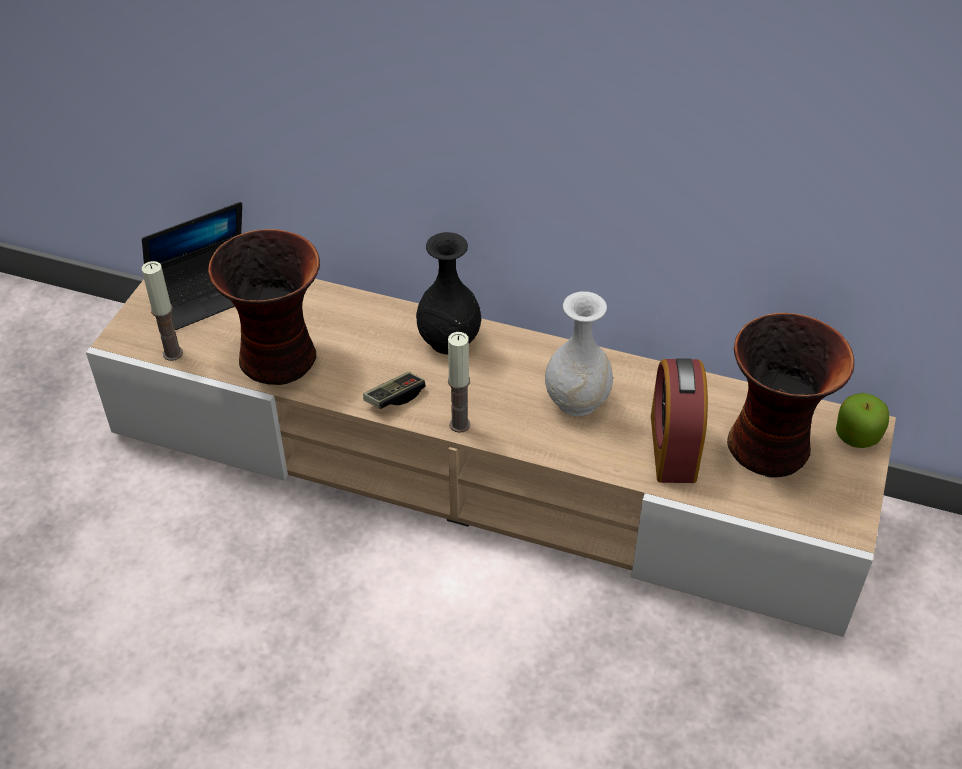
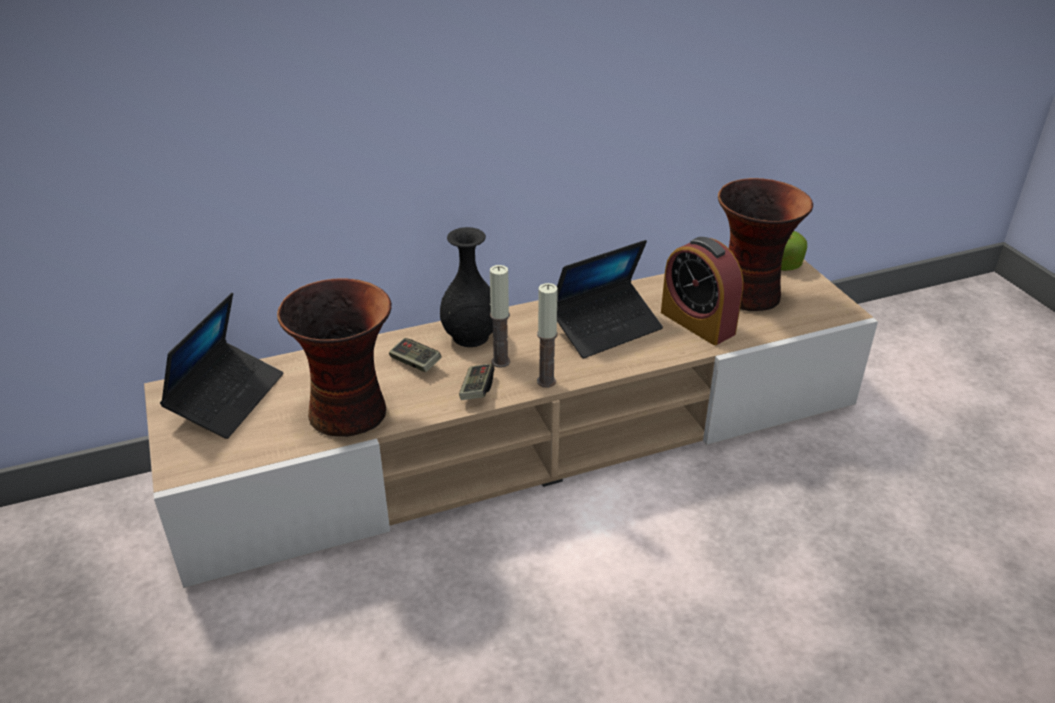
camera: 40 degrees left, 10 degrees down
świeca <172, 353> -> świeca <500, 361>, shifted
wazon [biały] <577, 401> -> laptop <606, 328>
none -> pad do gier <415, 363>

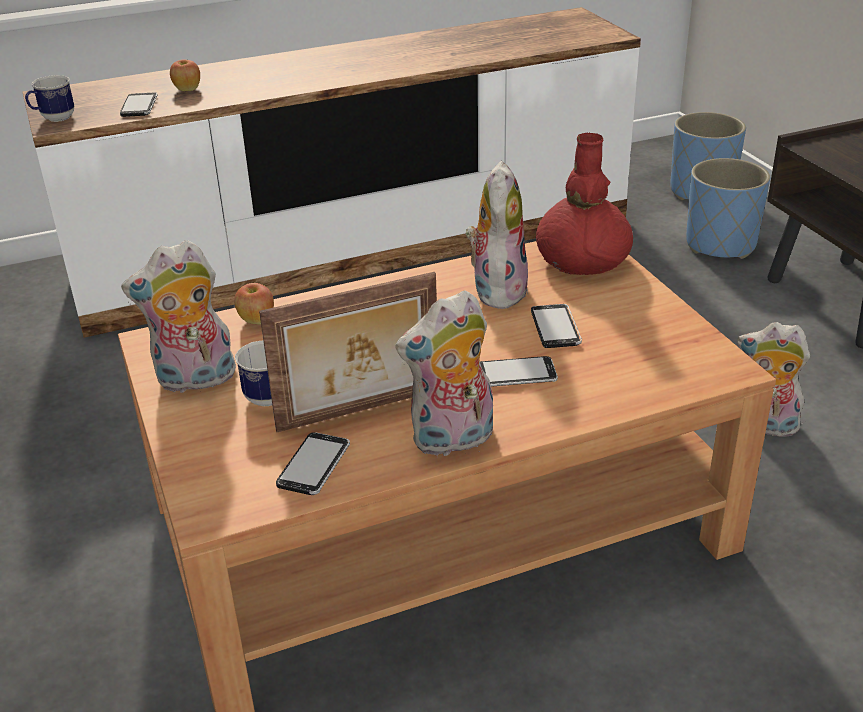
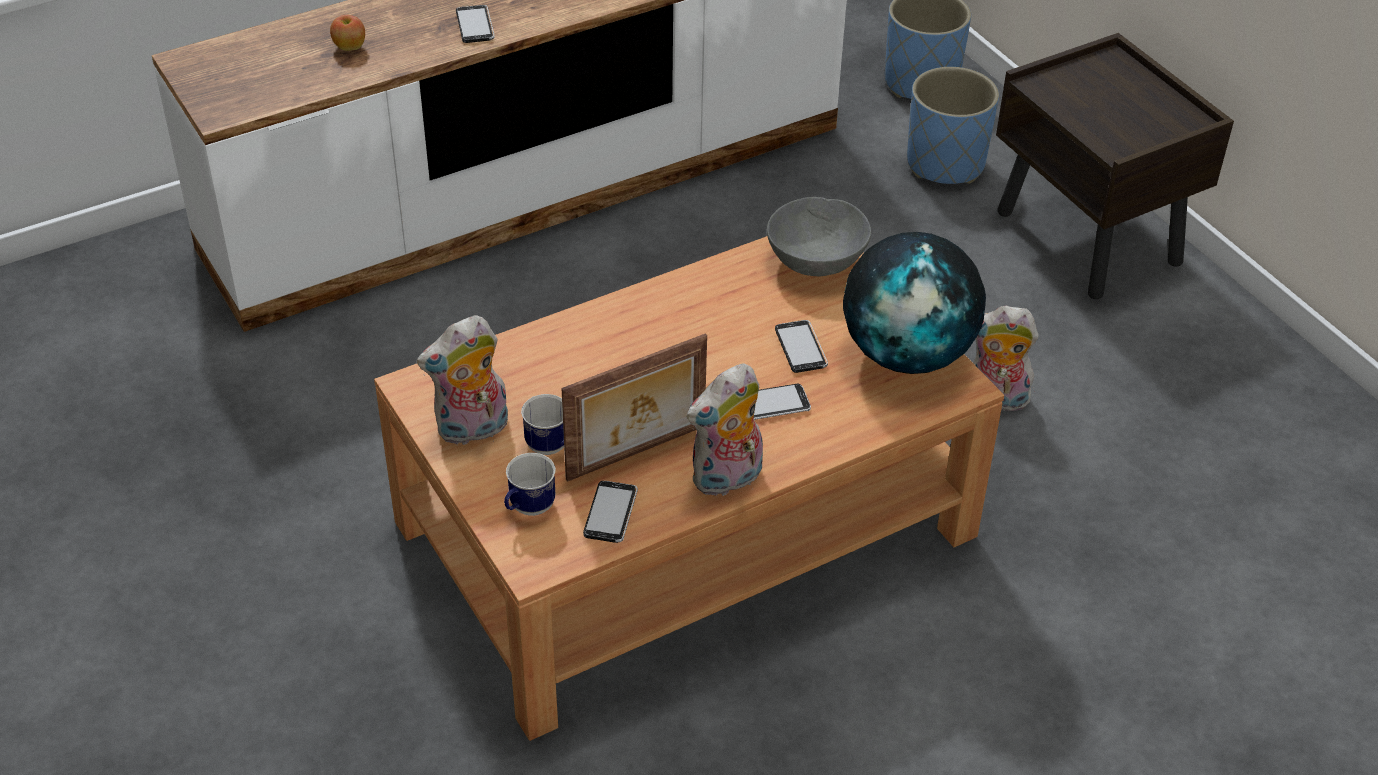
camera: 10 degrees left, 10 degrees up
kubek <54, 119> -> kubek <528, 509>, shifted
telefon <139, 106> -> telefon <475, 26>, shifted
jabłko <256, 320> -> none
pluszak <497, 289> -> none
wazon [czerwony] <582, 260> -> miska [szary] <816, 261>
none -> globus <907, 354>

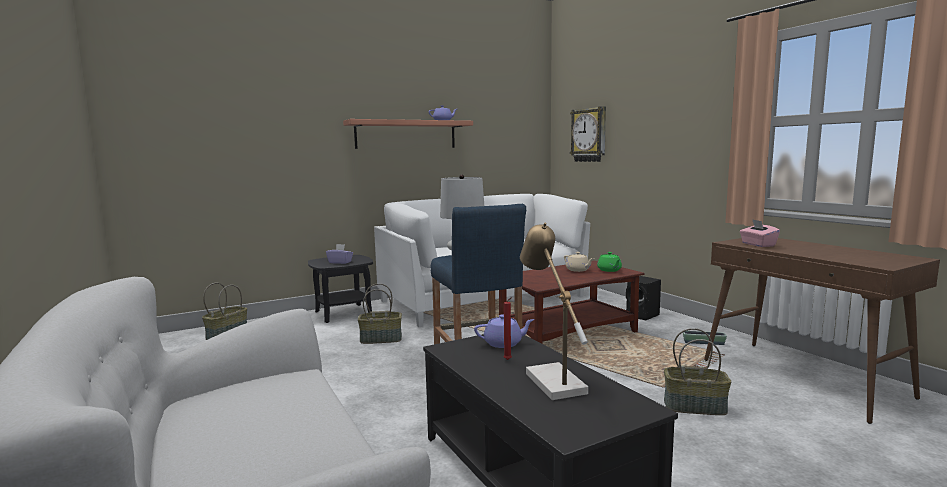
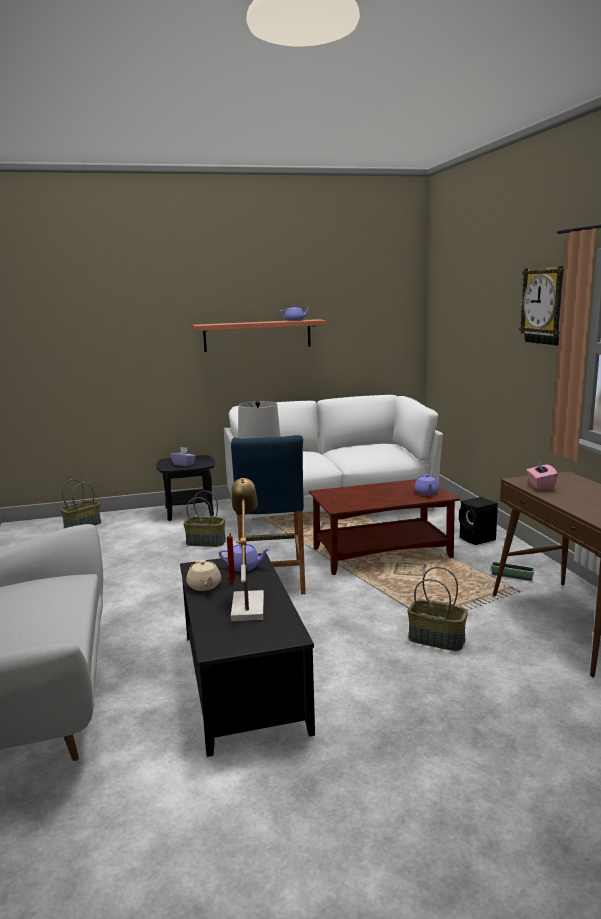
camera: 15 degrees right, 5 degrees up
imbryk [beżowy] <578, 270> -> imbryk [beżowy] <204, 586>, shifted
zegar ścienny <589, 135> -> zegar ścienny <546, 305>, shifted
imbryk [zielony] <609, 270> -> imbryk [fioletowy] <426, 493>

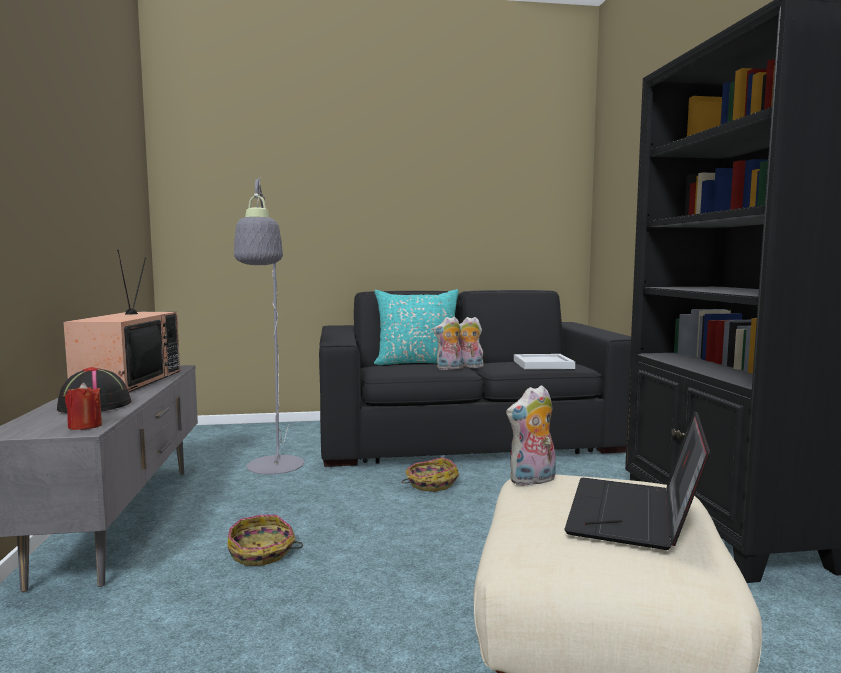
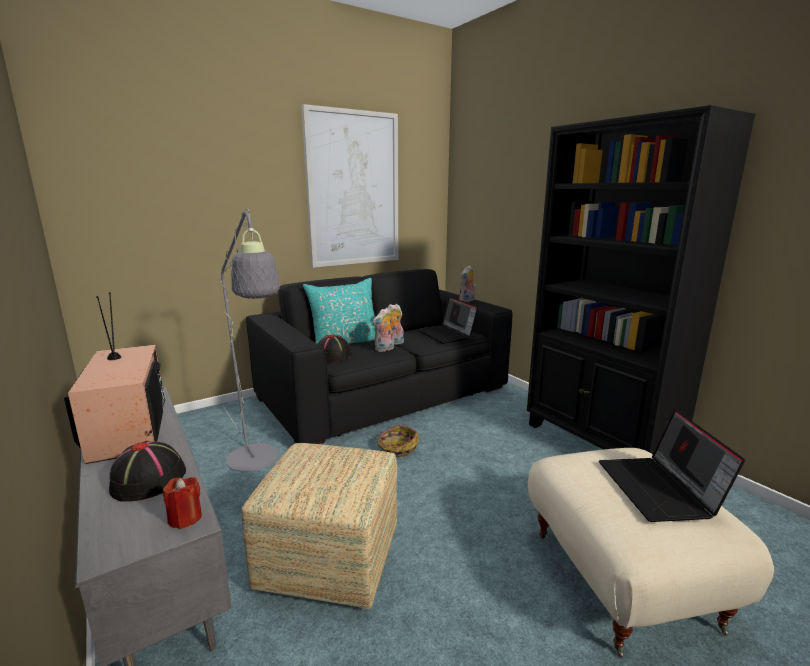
camera: 25 degrees left, 10 degrees up
koszyk <262, 553> -> pufa <328, 559>
pluszak <532, 481> -> pluszak <467, 300>, shifted
taca [biały] <544, 365> -> laptop <446, 334>
none -> obraz <353, 190>
none -> kapelusz [czarny] <333, 355>

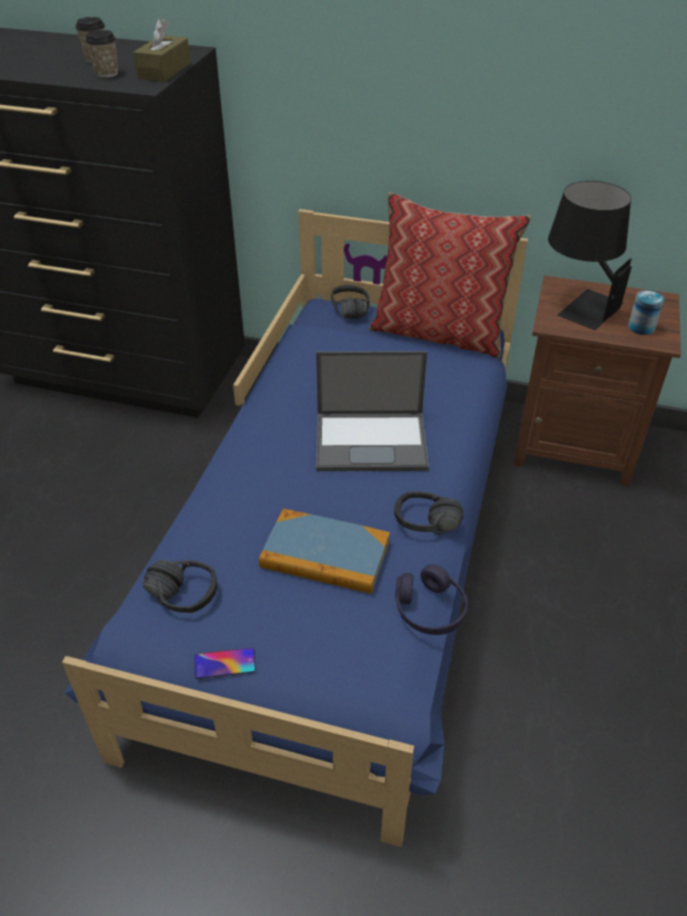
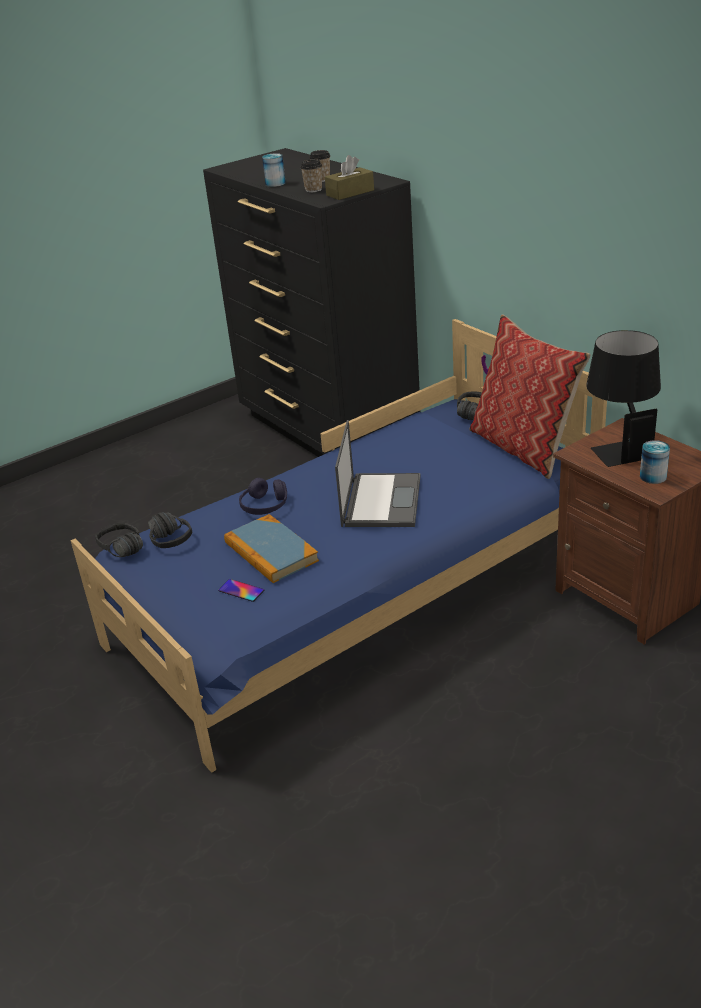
camera: 40 degrees right, 10 degrees down
telefon <225, 663> -> telefon <241, 590>, shifted
laptop <372, 441> -> laptop <381, 500>, 120 degrees counterclockwise
słuchawki [czarny] <426, 530> -> słuchawki [czarny] <115, 552>, shifted
słuchawki [fioletowy] <430, 609> -> słuchawki [fioletowy] <264, 506>, shifted
none -> puszka <275, 183>

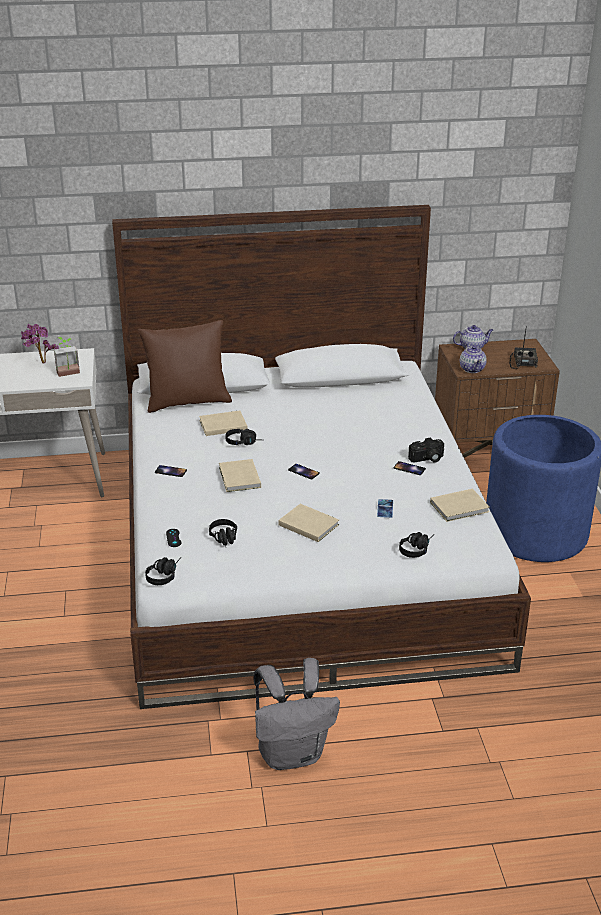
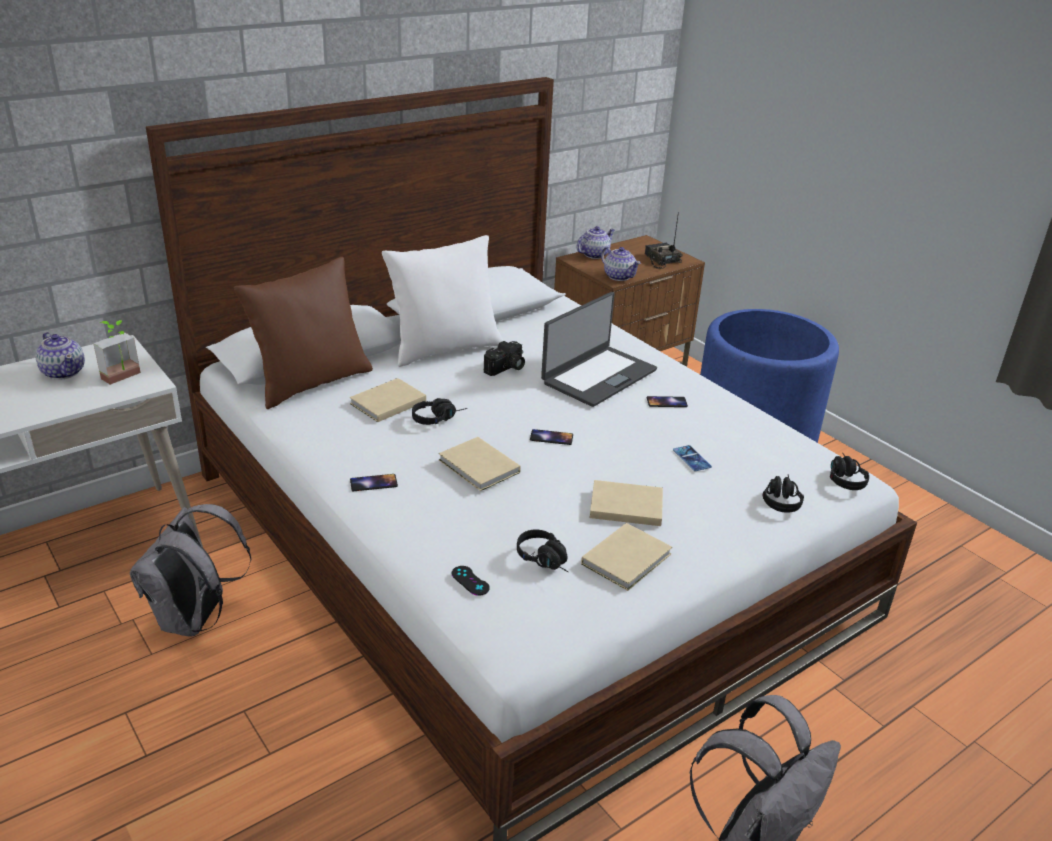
camera: 30 degrees left, 0 degrees up
roślina doniczkowa <40, 364> -> imbryk <64, 372>
słuchawki [czarny] <164, 575> -> słuchawki [czarny] <843, 477>, shifted
aparat fotograficzny <427, 459> -> aparat fotograficzny <506, 368>, shifted
książka [beżowy] <461, 507> -> książka [beżowy] <628, 558>, shifted
none -> plecak [szary] <196, 620>
none -> poduszka [biały] <444, 349>
none -> laptop <598, 376>

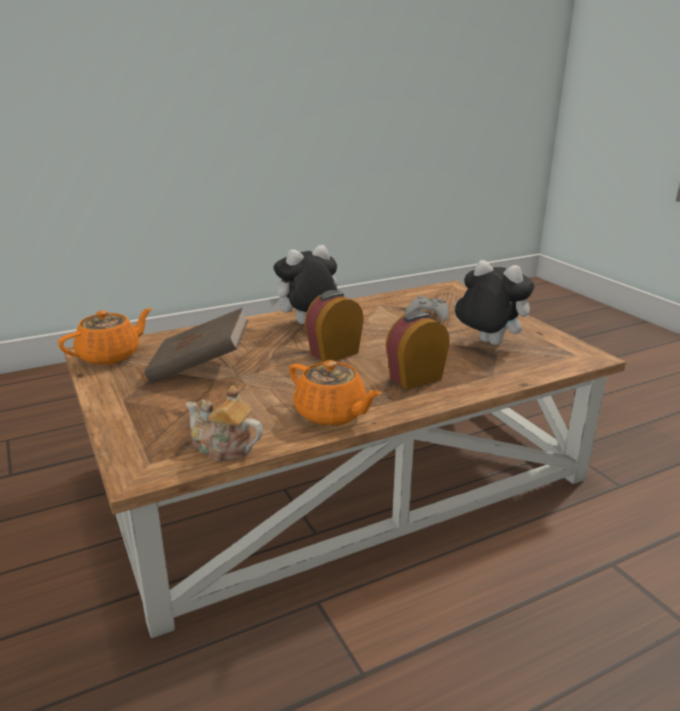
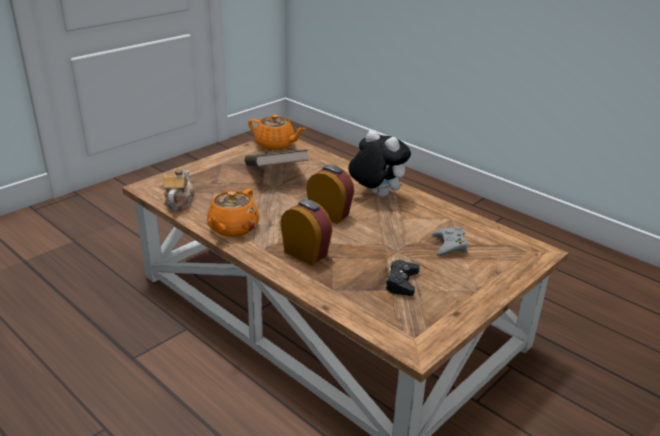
camera: 70 degrees right, 5 degrees up
pluszak <487, 344> -> pad do gier [czarny] <401, 283>

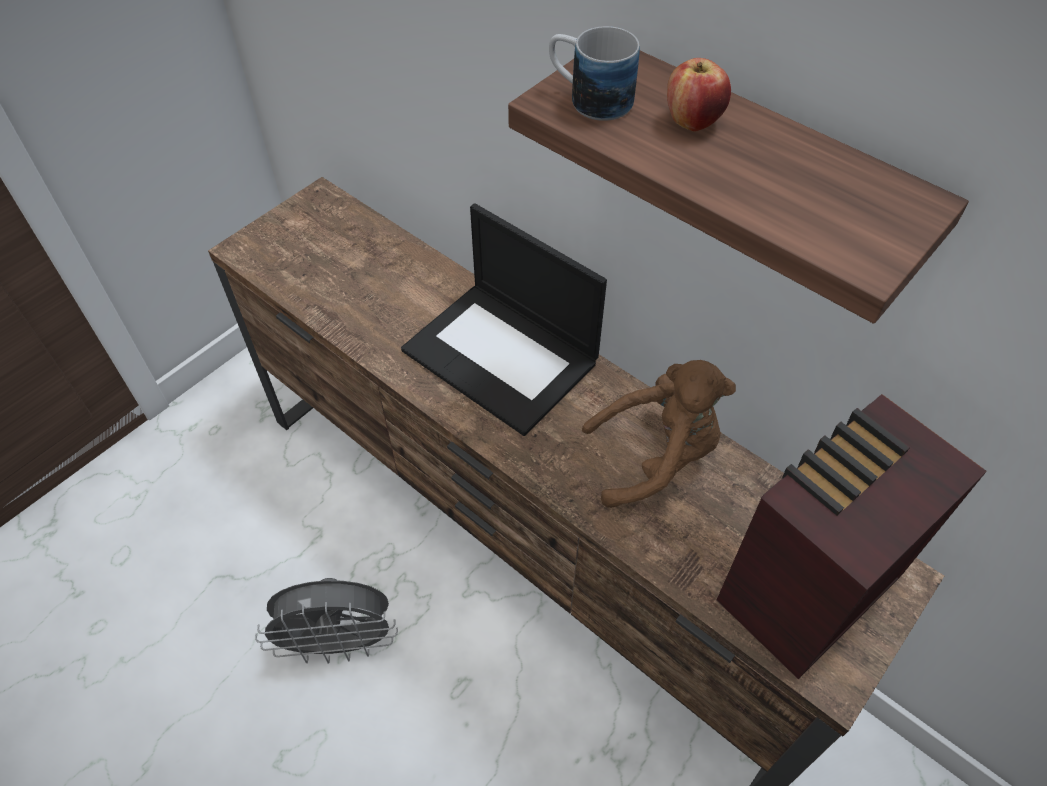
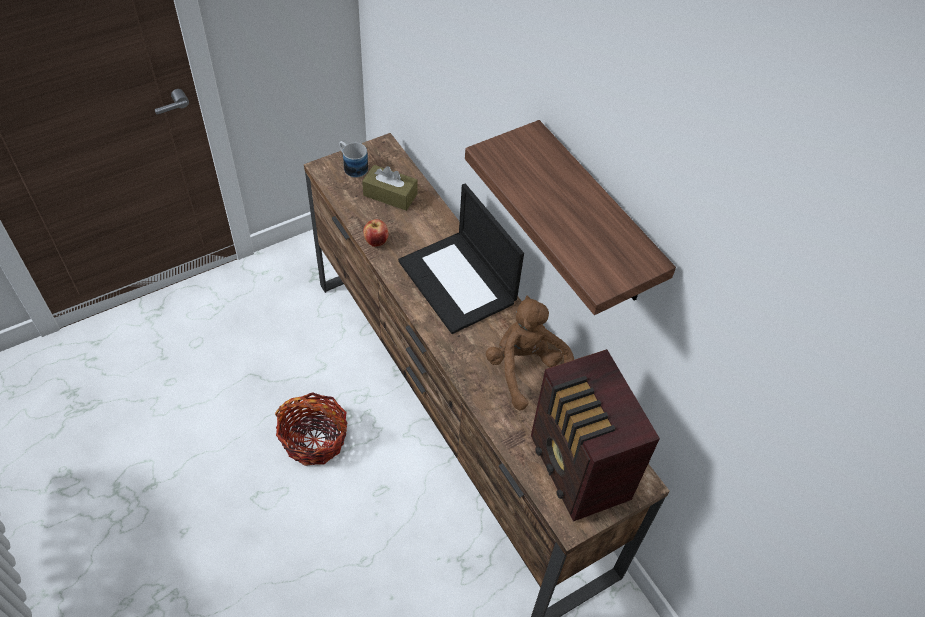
camera: 15 degrees right, 0 degrees up
wentylator [szary] <340, 642> -> koszyk <314, 439>
kubek <589, 98> -> kubek <352, 166>, shifted
pluszak [brązowy] <656, 457> -> pluszak [brązowy] <526, 370>, 120 degrees counterclockwise
jabłko <692, 122> -> jabłko <376, 241>, shifted
radio <802, 589> -> radio <578, 470>, 90 degrees counterclockwise
none -> pudełko chusteczek [brązowy] <390, 195>

